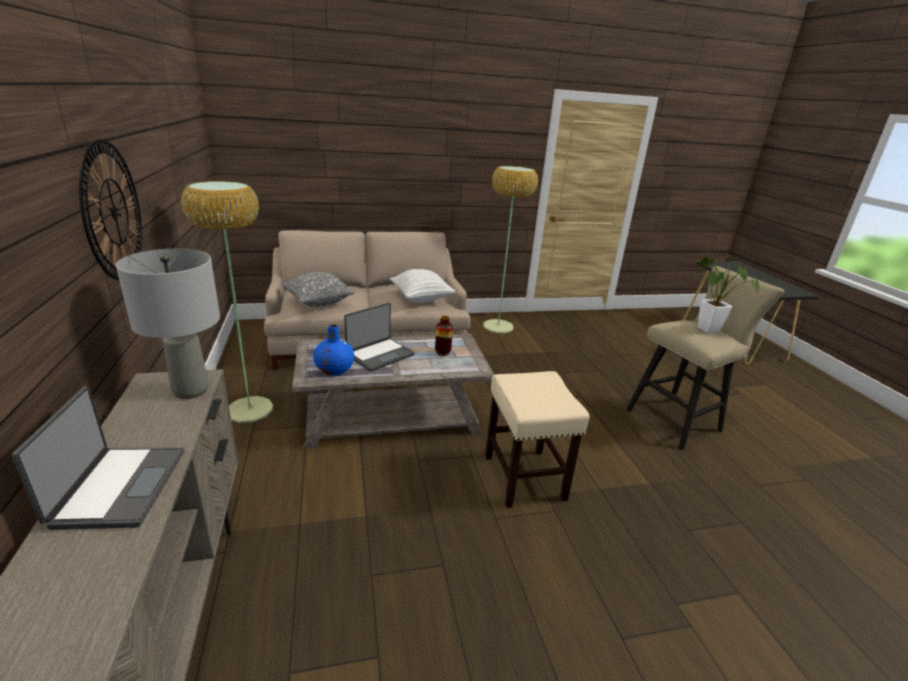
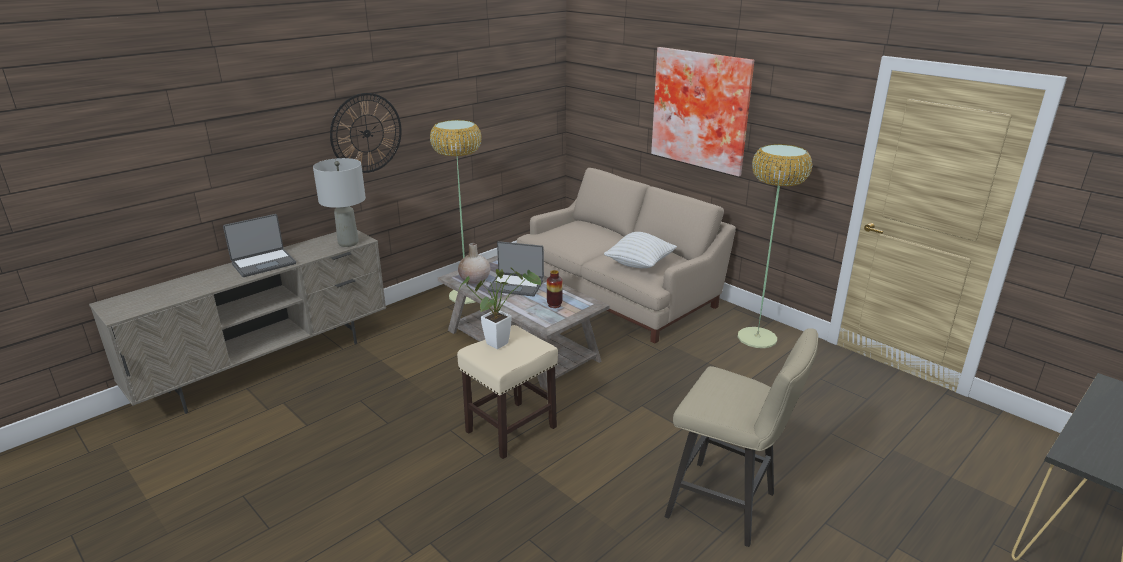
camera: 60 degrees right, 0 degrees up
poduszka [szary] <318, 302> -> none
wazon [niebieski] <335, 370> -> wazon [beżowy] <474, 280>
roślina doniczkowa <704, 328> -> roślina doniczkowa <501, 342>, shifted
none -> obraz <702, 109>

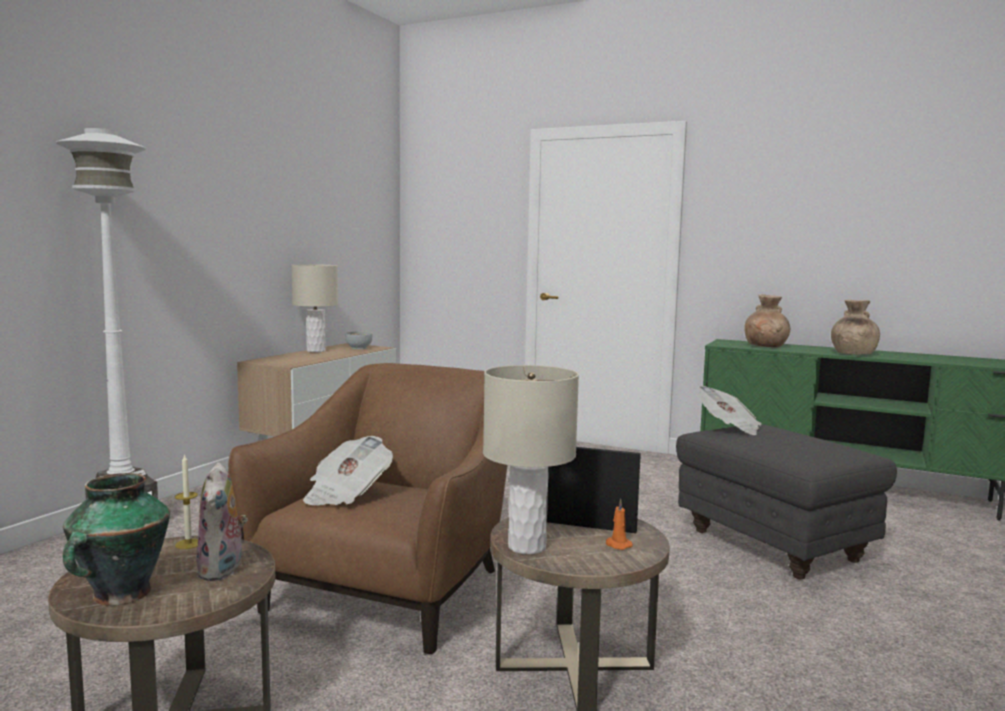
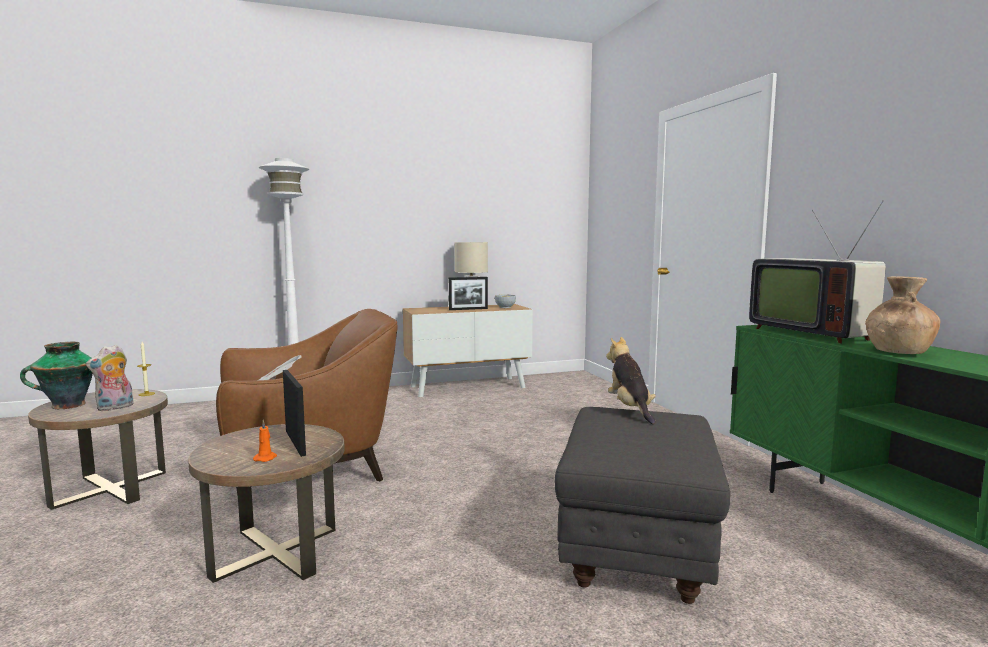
camera: 45 degrees right, 0 degrees up
lampa stołowa [beżowy] <526, 546> -> none
gazeta <728, 427> -> pluszak <630, 409>
wazon [brązowy] <766, 346> -> telewizor <811, 333>
none -> ramka na zdjęcie <468, 309>

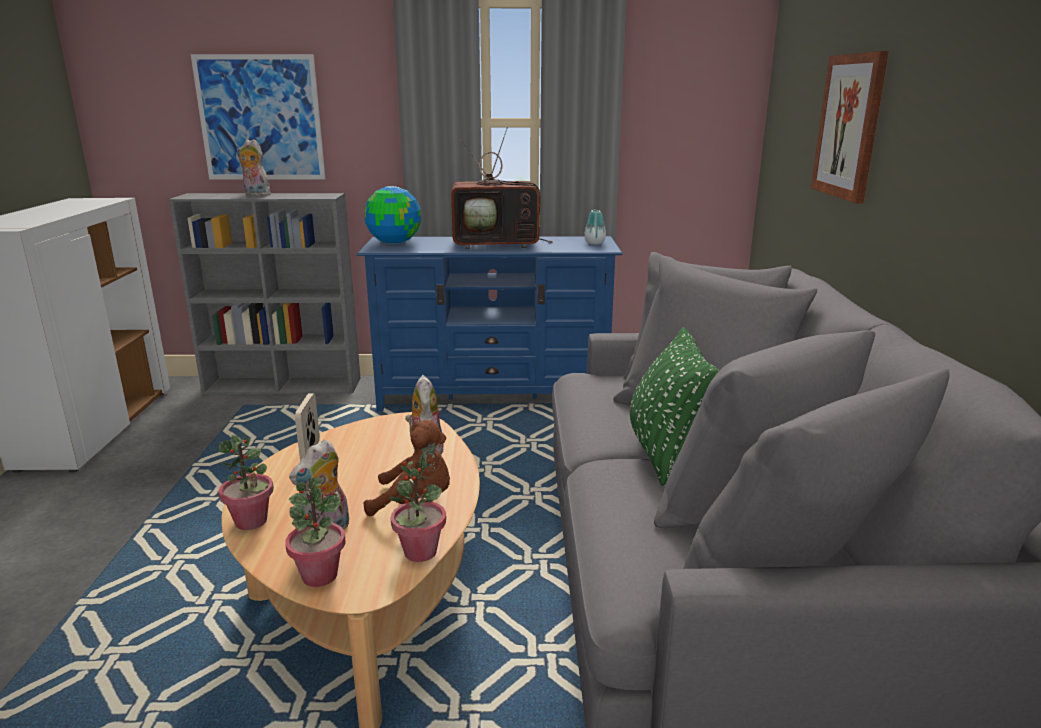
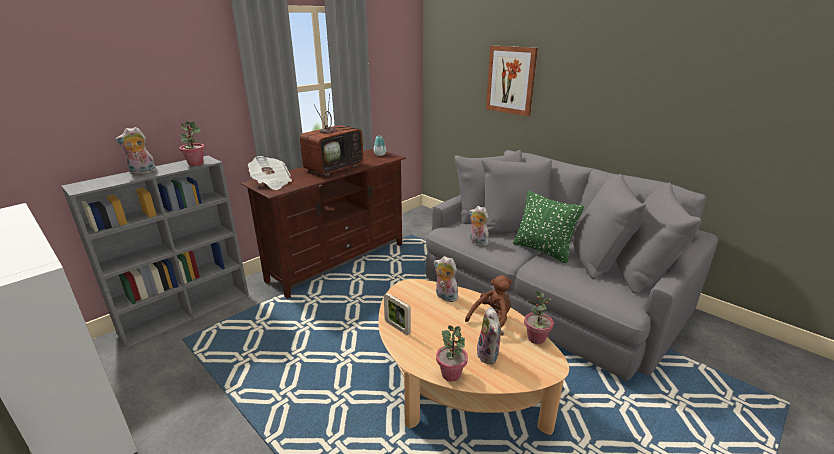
camera: 45 degrees left, 5 degrees up
obraz <260, 118> -> none
roślina doniczkowa <320, 575> -> roślina doniczkowa <195, 164>, shifted
szafka pod telewizor [niebieski] <493, 398> -> szafka pod telewizor [brązowy] <338, 262>
globus <394, 243> -> gazeta <271, 183>
none -> pluszak <477, 242>

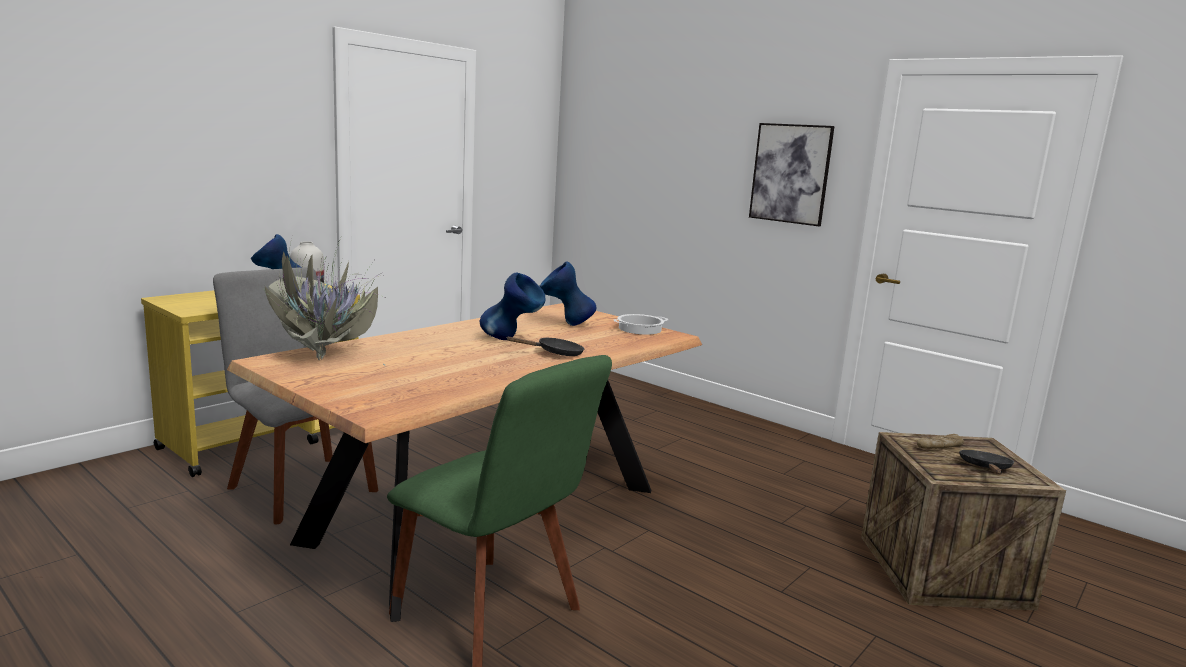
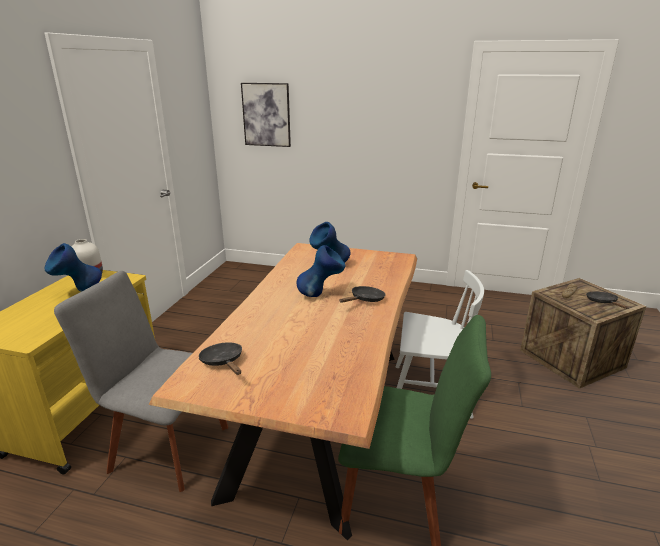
camera: 25 degrees left, 10 degrees up
roślina doniczkowa <326, 357> -> patelnia [czarny] <223, 362>
garnek <640, 329> -> none
obraz <790, 173> -> obraz <266, 115>, shifted
none -> krzesło [biały] <430, 391>

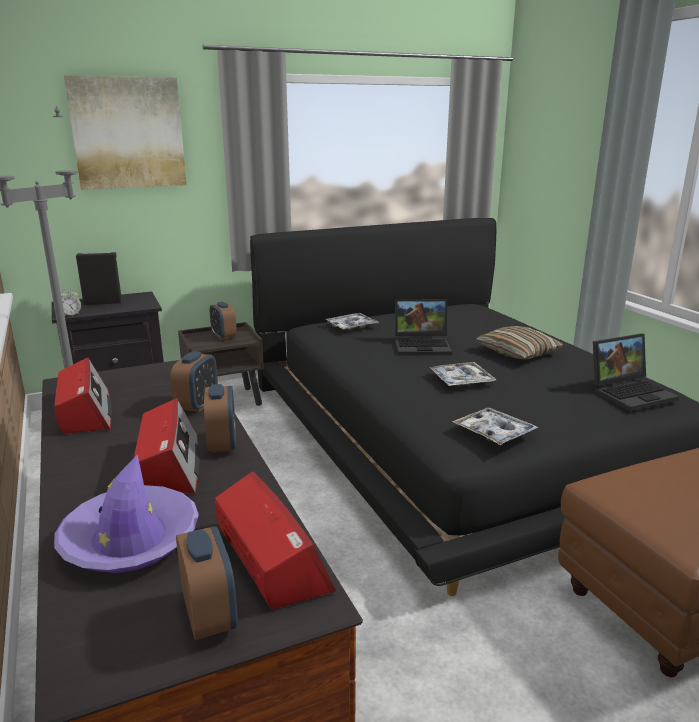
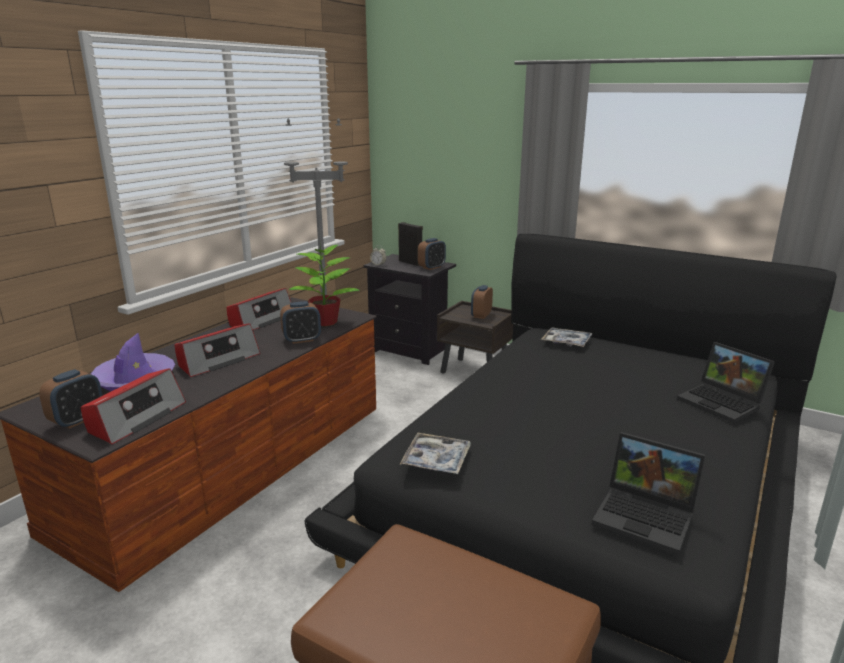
camera: 55 degrees right, 0 degrees up
obraz <128, 133> -> none
budzik <222, 444> -> budzik <431, 267>, shifted
laptop <423, 346> -> laptop <723, 403>, shifted
taca <461, 380> -> none
poduszka <518, 352> -> none
none -> roślina doniczkowa <326, 322>

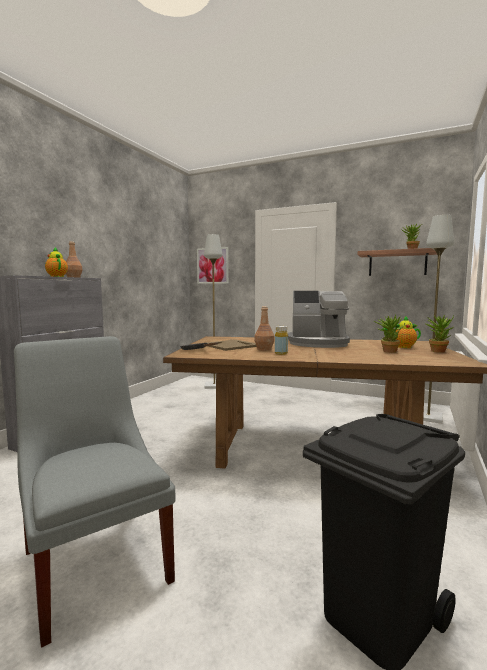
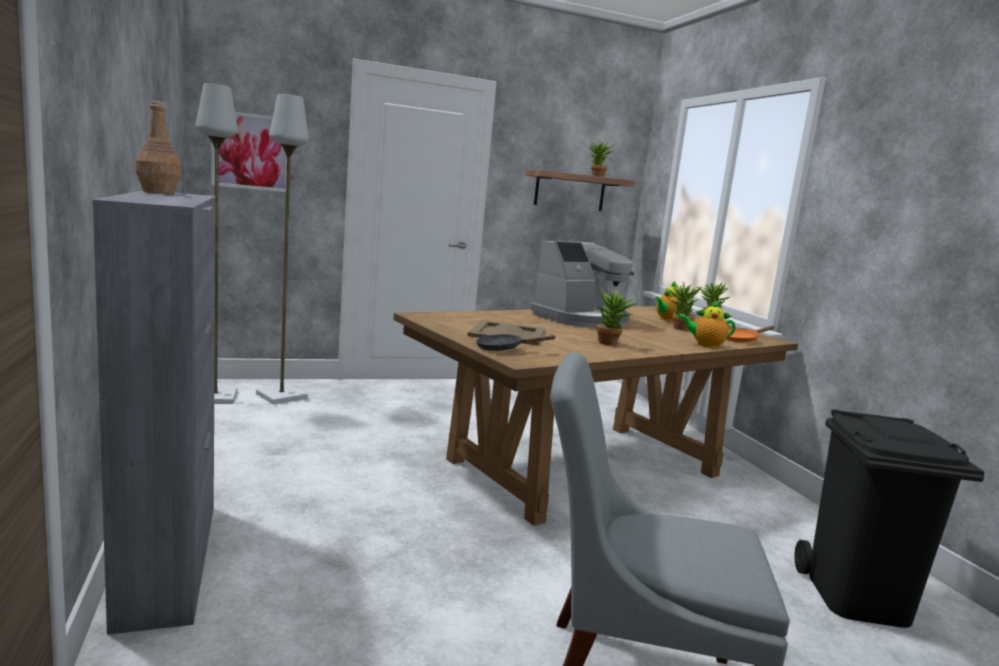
camera: 45 degrees left, 5 degrees up
imbryk <56, 276> -> imbryk <705, 345>, shifted
butelka [brązowy] <264, 349> -> none
butelka [żółty] <281, 353> -> roślina doniczkowa <611, 344>
lampa stojąca [szary] <429, 418> -> lampa stojąca [szary] <216, 398>, shifted
none -> patelnia [pomarańczowy] <742, 340>

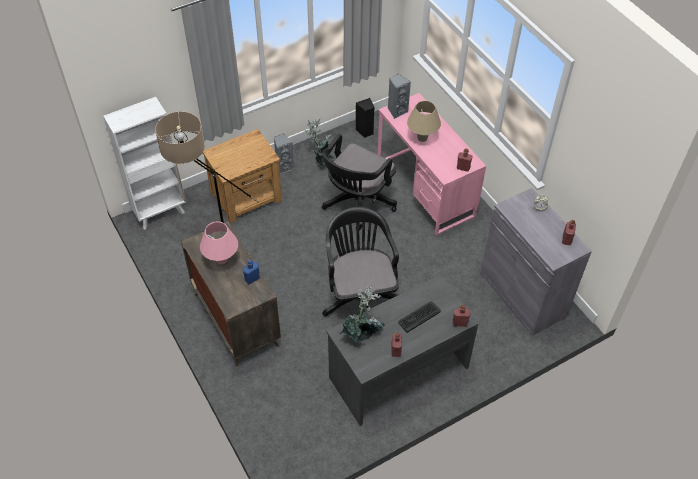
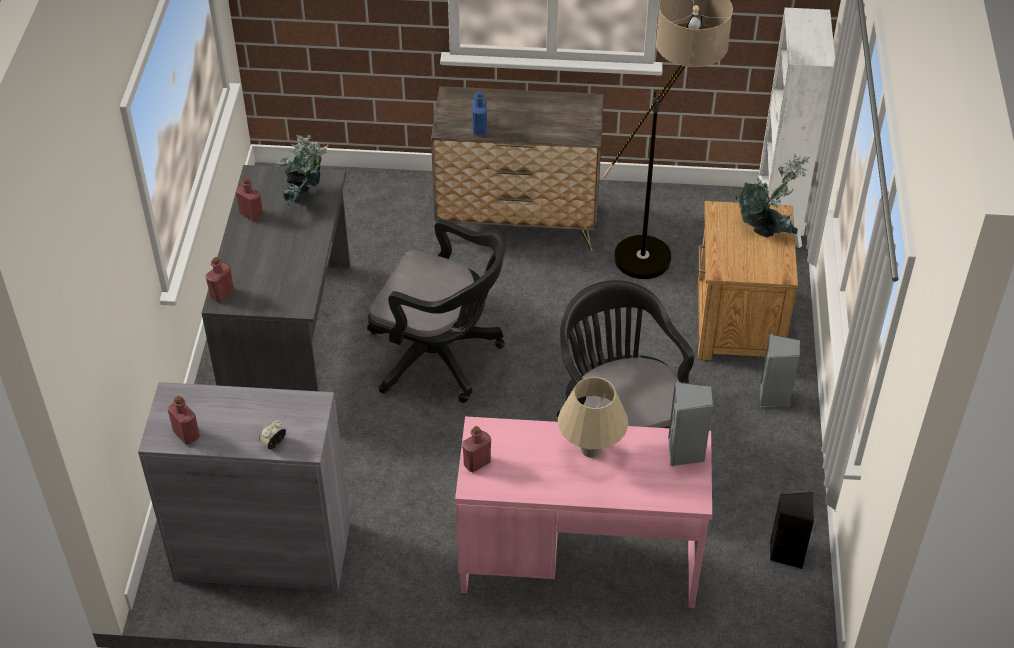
camera: 125 degrees right, 5 degrees down
lampa stołowa [różowy] <221, 259> -> none
roślina doniczkowa <321, 159> -> roślina doniczkowa <767, 229>, shifted
klawiatura <419, 316> -> none

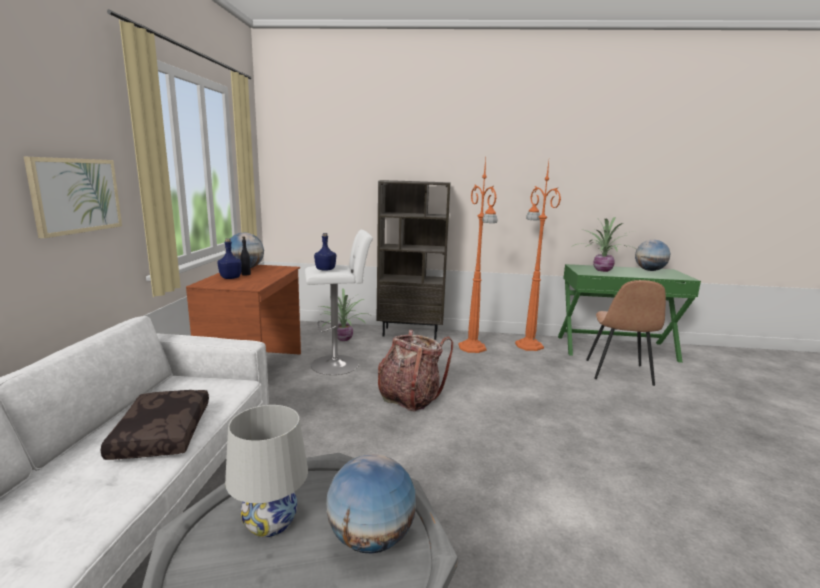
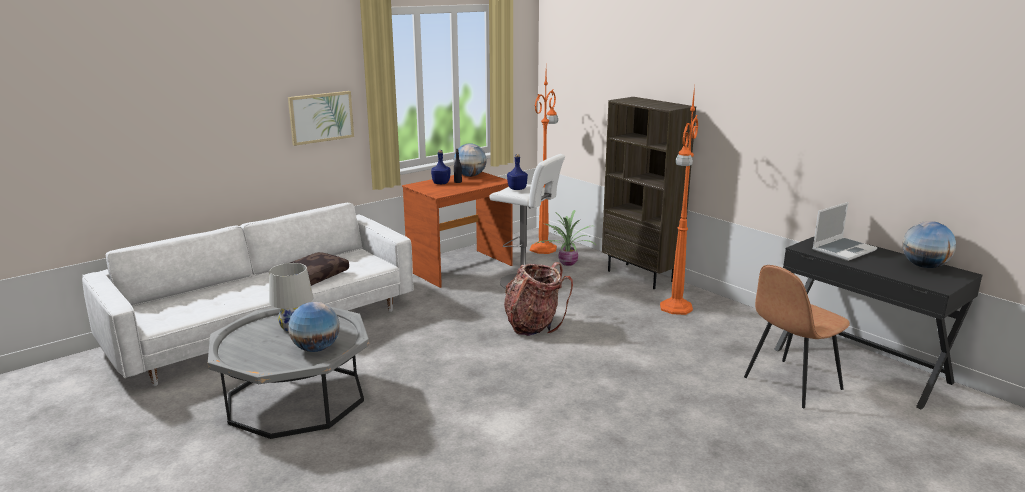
camera: 45 degrees right, 5 degrees up
lampa stojąca [pomarańczowy] <528, 345> -> lampa stojąca [pomarańczowy] <544, 248>, shifted
biurko [zielony] <616, 348> -> biurko [czarny] <861, 365>
roślina doniczkowa <601, 270> -> laptop <843, 250>

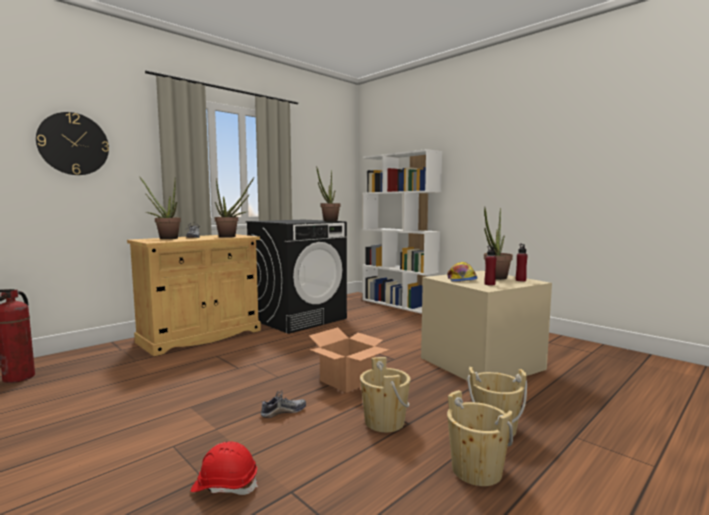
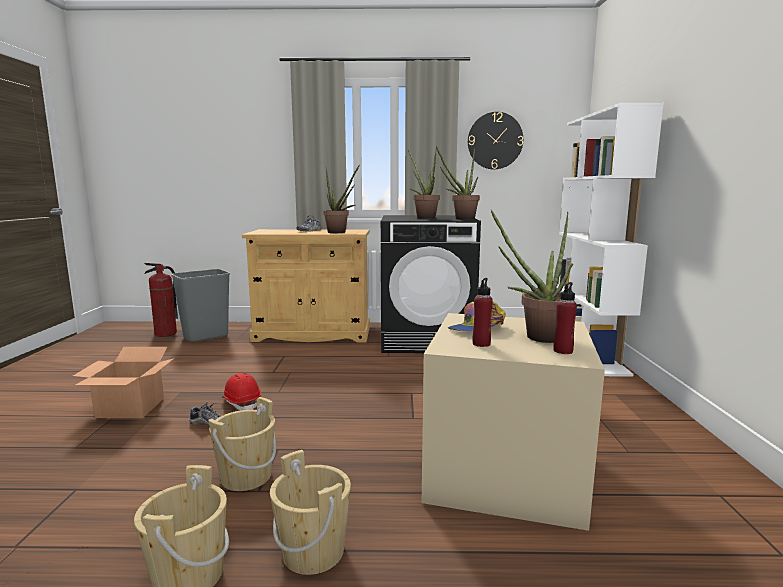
camera: 45 degrees right, 5 degrees up
zegar ścienny <73, 144> -> zegar ścienny <495, 141>, shifted
roślina doniczkowa <165, 238> -> roślina doniczkowa <423, 218>, shifted
kask [czerwony] <225, 485> -> kask [czerwony] <242, 403>, shifted
karton <347, 380> -> karton <131, 407>, shifted
none -> kosz na śmieci [szary] <206, 336>

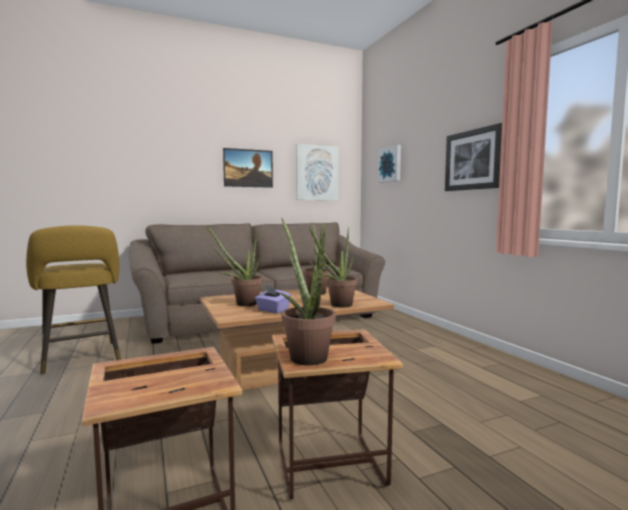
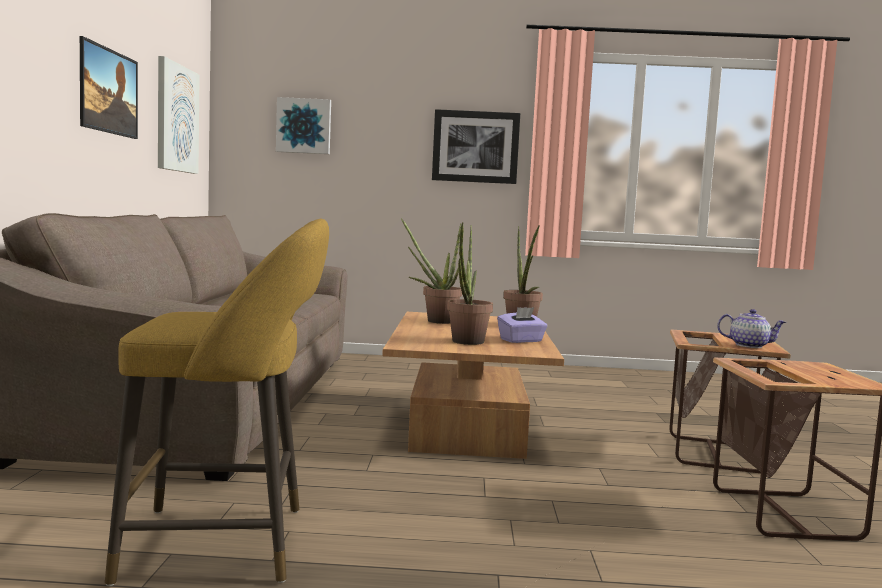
camera: 65 degrees left, 0 degrees up
roślina doniczkowa <305, 355> -> imbryk <749, 345>

